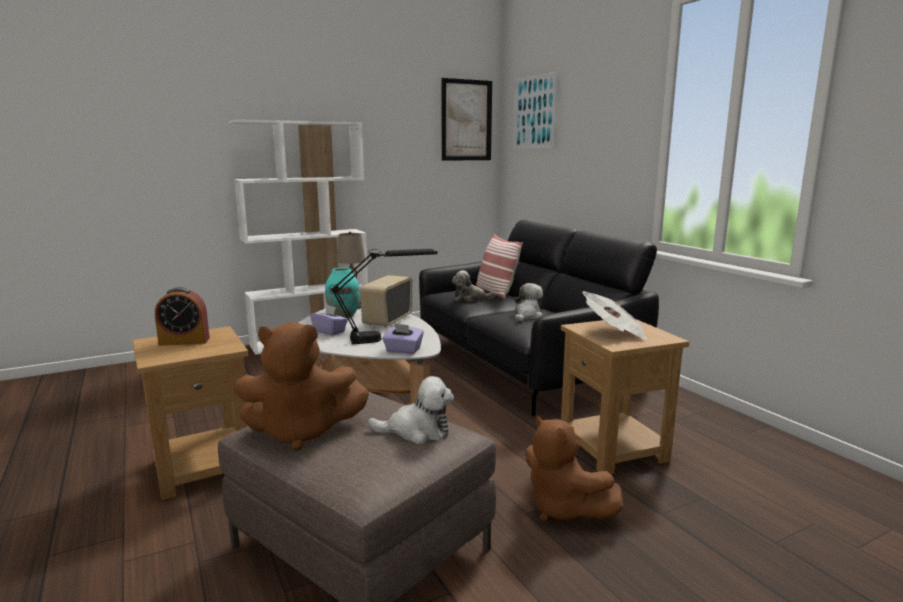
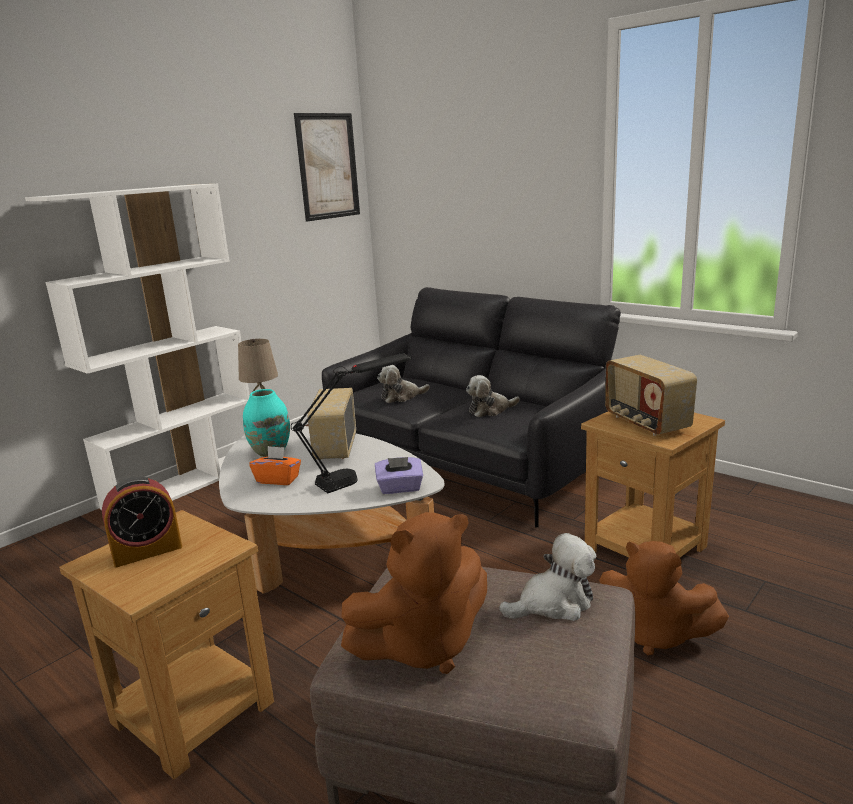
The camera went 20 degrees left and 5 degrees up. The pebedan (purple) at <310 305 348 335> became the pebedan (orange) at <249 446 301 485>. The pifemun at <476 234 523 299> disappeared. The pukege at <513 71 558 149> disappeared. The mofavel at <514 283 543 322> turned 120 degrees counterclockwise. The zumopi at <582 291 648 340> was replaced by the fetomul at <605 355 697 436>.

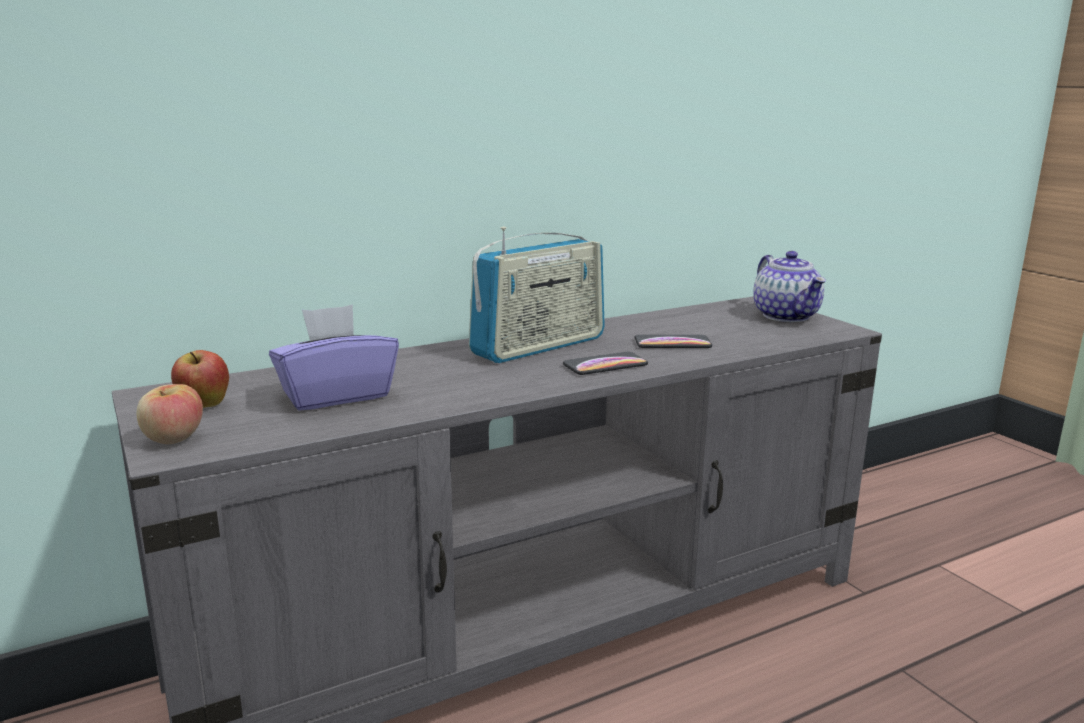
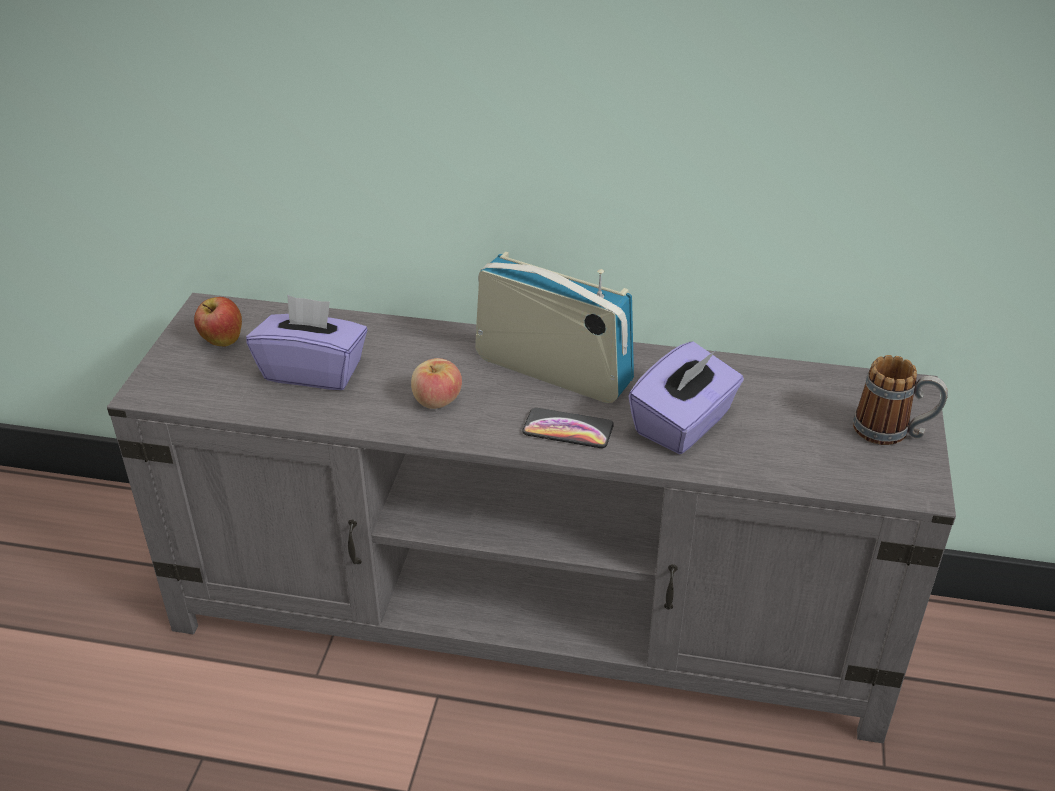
The camera went 40 degrees right and 20 degrees up. The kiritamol moved from <136 384 203 444> to <411 358 462 409>. The fetomul at <469 226 605 363> turned 150 degrees counterclockwise. The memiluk at <635 335 712 348> was replaced by the pebedan (purple) at <628 341 744 454>. The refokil at <753 251 826 322> was replaced by the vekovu at <853 355 948 445>.

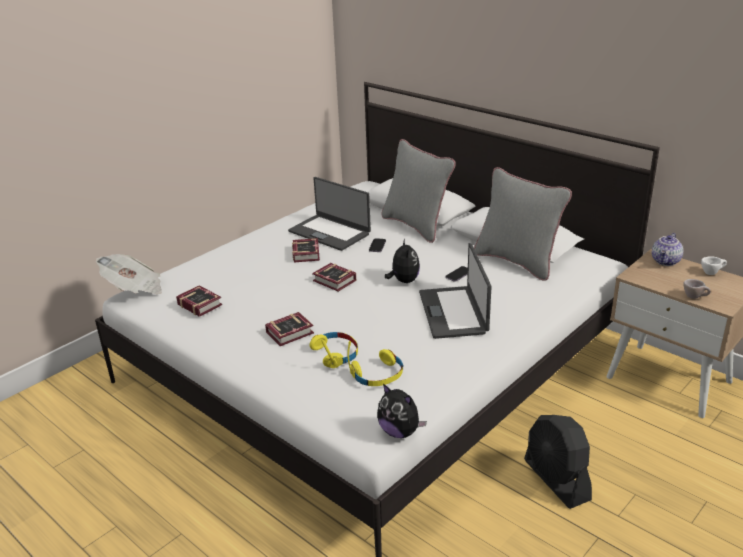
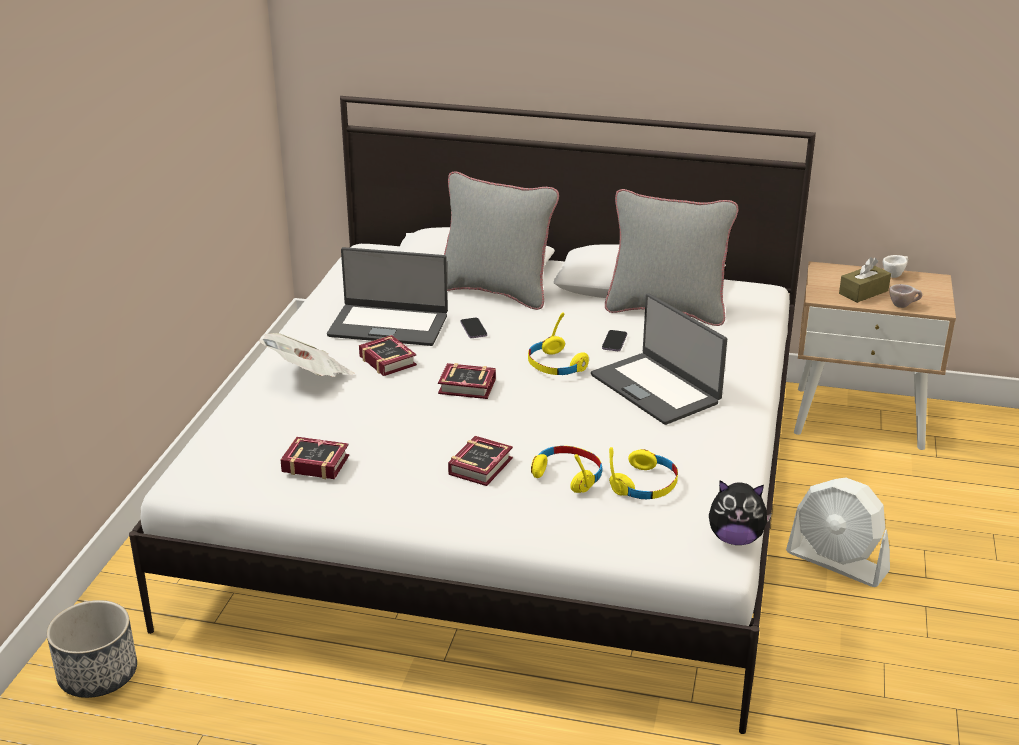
The camera went 30 degrees left and 0 degrees up. The zumopi moved from <96 254 162 294> to <259 333 354 377>. The mofavel at <385 239 420 283> was replaced by the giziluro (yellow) at <528 313 589 375>. The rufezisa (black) at <524 415 592 509> became the rufezisa (white) at <786 478 890 587>. The refokil at <652 233 683 266> disappeared. The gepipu at <47 600 137 698> appeared. The pebedan (brown) at <839 257 891 303> appeared.

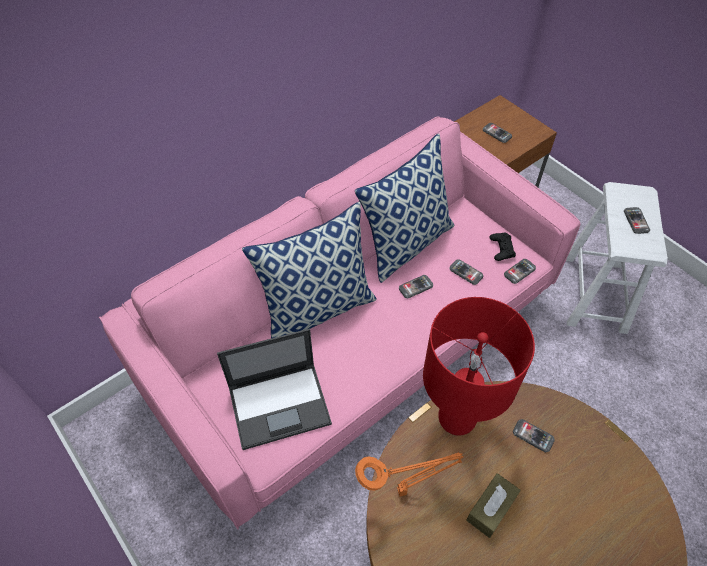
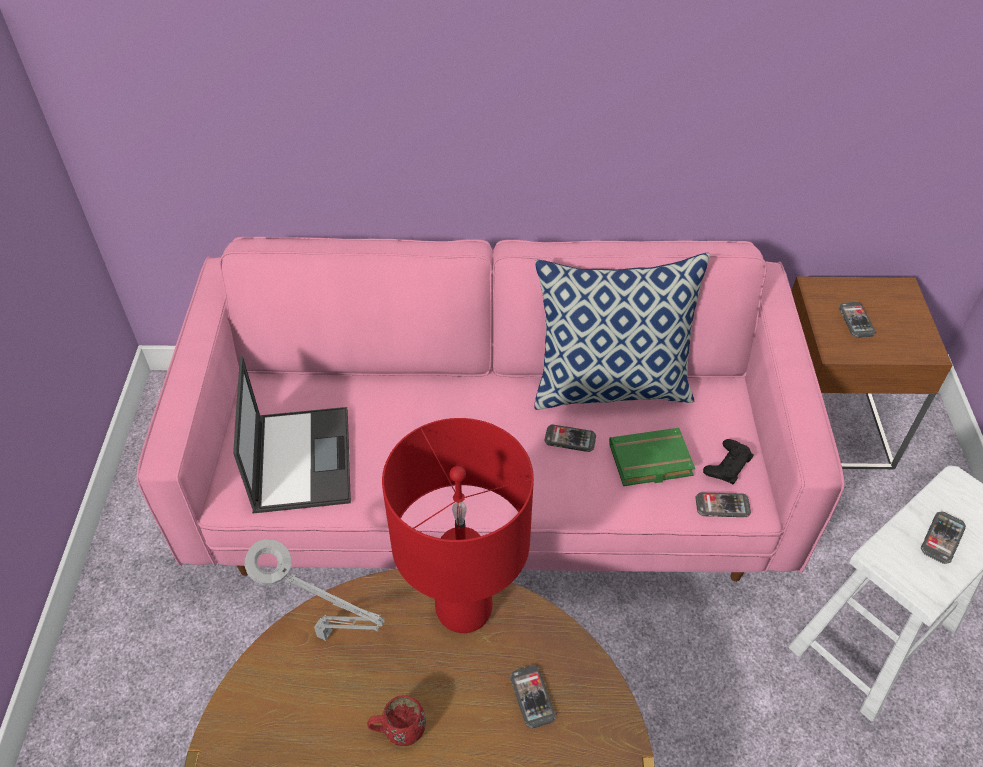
The camera went 40 degrees right and 5 degrees down. The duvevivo at <217 329 332 450> turned 120 degrees counterclockwise. The pifemun at <242 202 377 338> disappeared. The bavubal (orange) at <355 452 463 497> became the bavubal (grey) at <244 539 385 641>. The memiluk at <449 259 483 285> was replaced by the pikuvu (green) at <609 428 695 486>. The pebedan (brown) at <466 473 521 538> was replaced by the vekovu (red) at <367 695 426 746>.

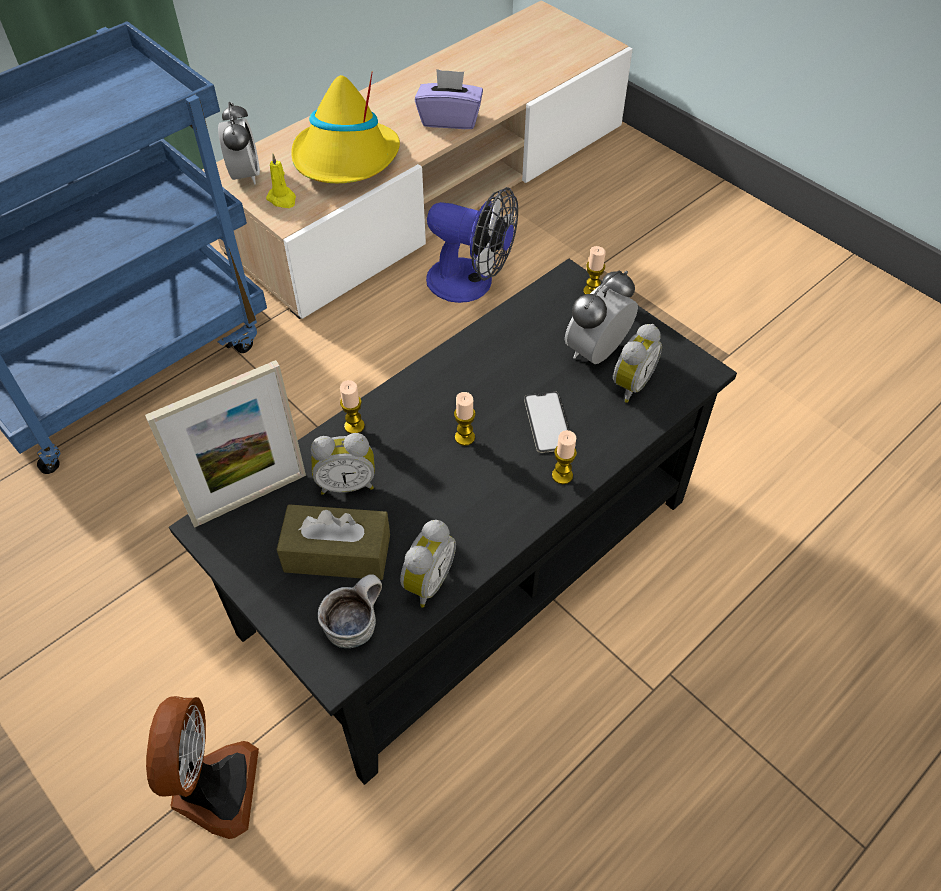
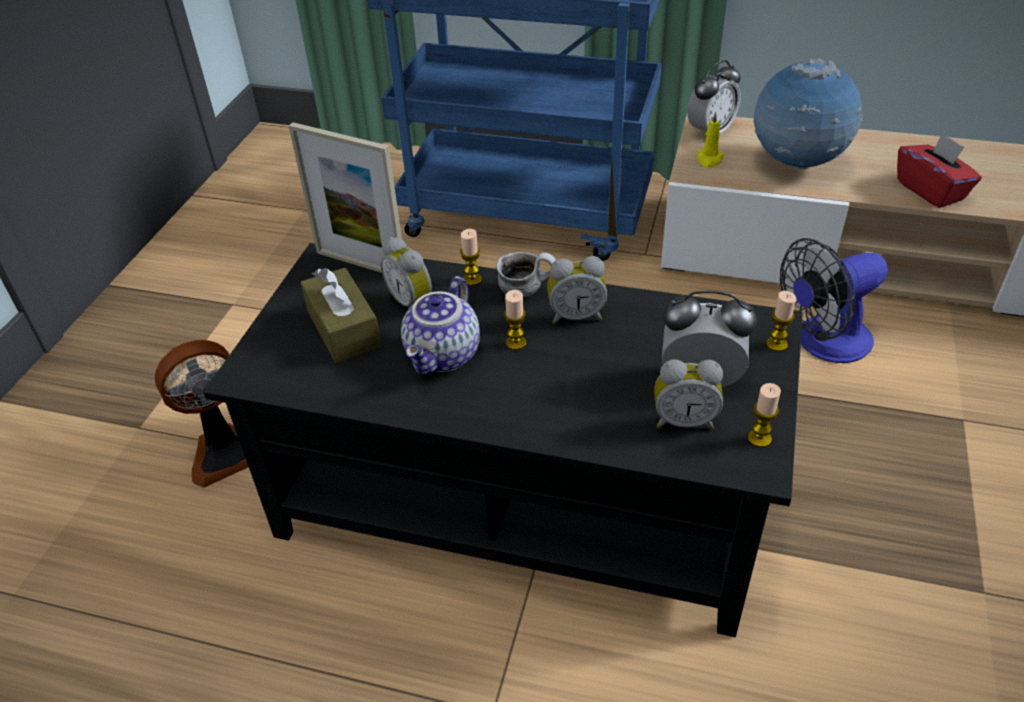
The camera went 60 degrees right and 10 degrees down. The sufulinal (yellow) at <291 71 400 183> was replaced by the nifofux at <754 58 863 169>. The vekovu moved from <318 574 382 648> to <496 252 556 298>. The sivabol moved from <400 520 456 608> to <547 256 608 324>. The pebedan (purple) at <415 69 483 129> became the pebedan (red) at <897 133 982 208>. The rufezisa at <426 187 518 303> turned 75 degrees clockwise. The memiluk at <524 391 569 453> disappeared. The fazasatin moved from <552 430 577 484> to <748 383 781 447>. The refokil at <401 276 480 374> appeared.

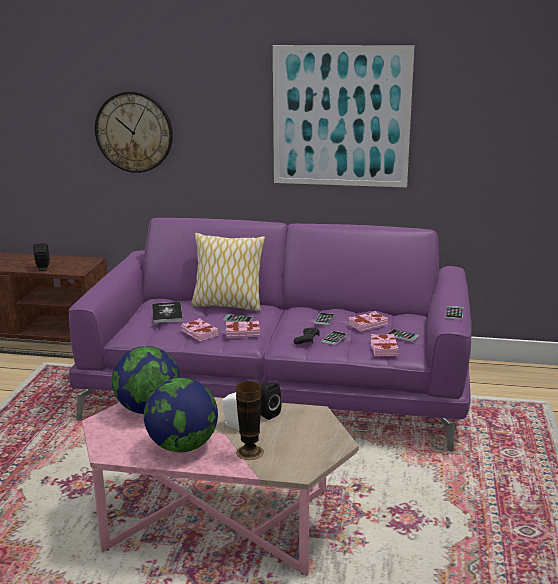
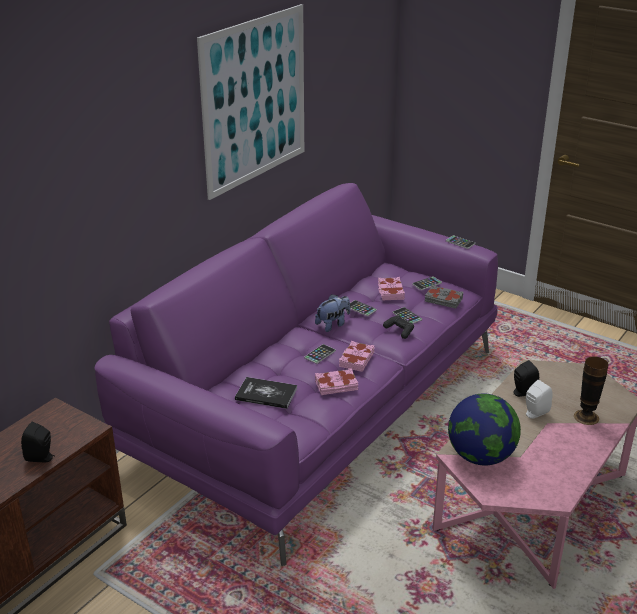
The camera went 65 degrees left and 10 degrees up. The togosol at <95 91 173 173> disappeared. The nifofux at <144 378 218 452> disappeared. The pifemun at <191 233 265 312> disappeared. The pikuvu (pink) at <371 334 399 356> became the pikuvu (grey) at <425 285 463 309>. The mofavel at <315 294 350 332> appeared.

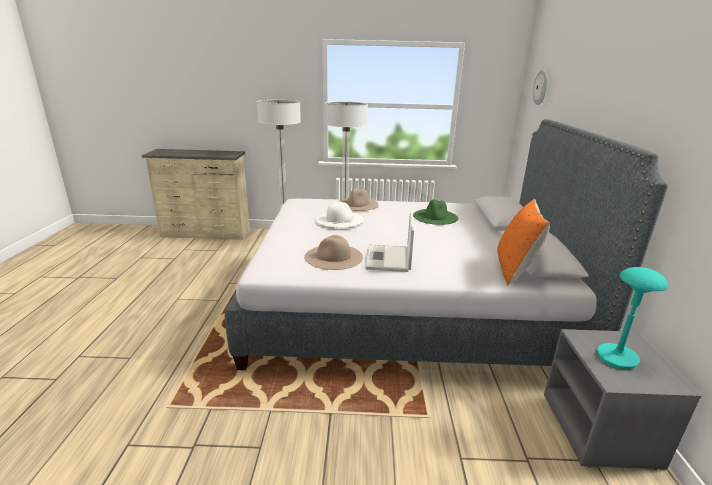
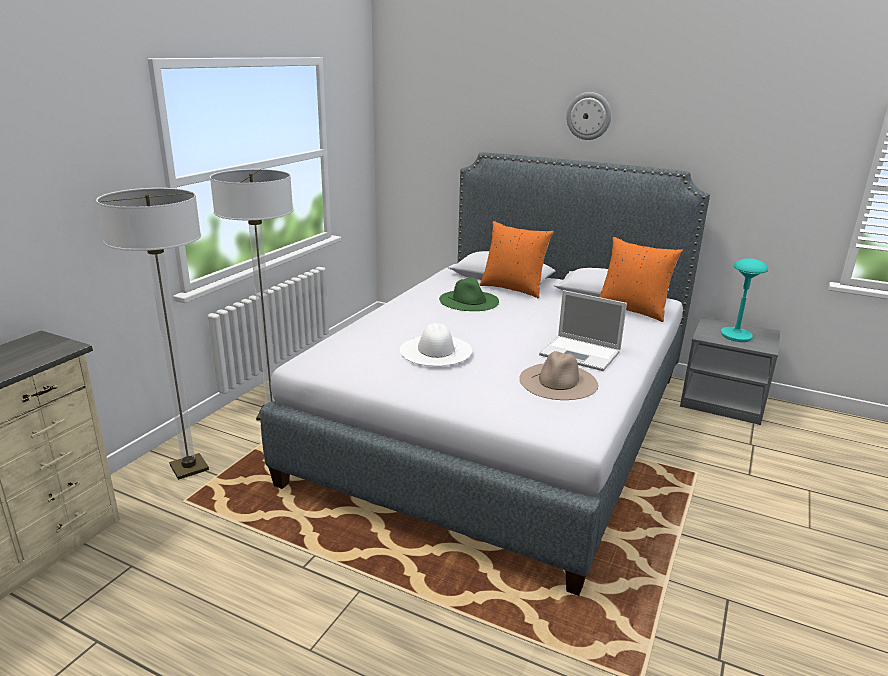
The camera went 65 degrees left and 0 degrees up. The sufulinal (beige) at <339 188 379 211> disappeared. The togosol moved from <533 70 547 105> to <566 92 611 140>. The pifemun (orange) at <479 221 554 298> appeared.

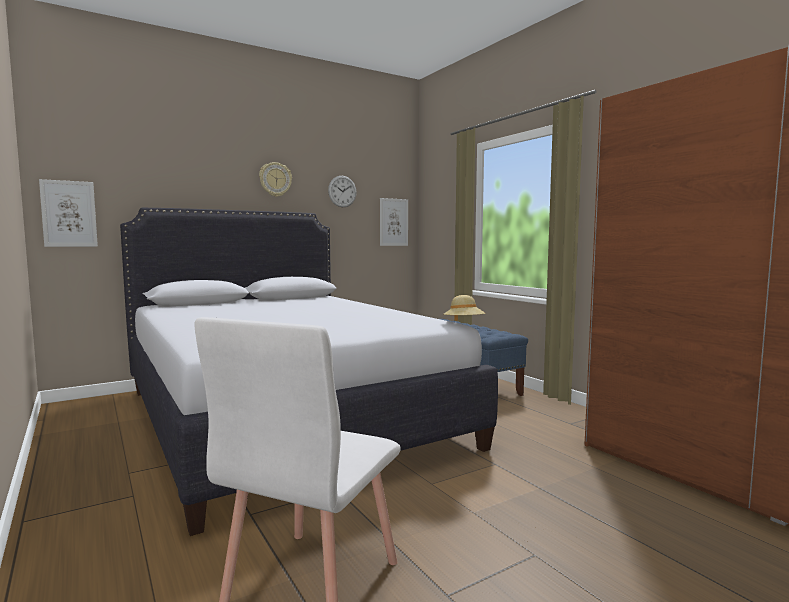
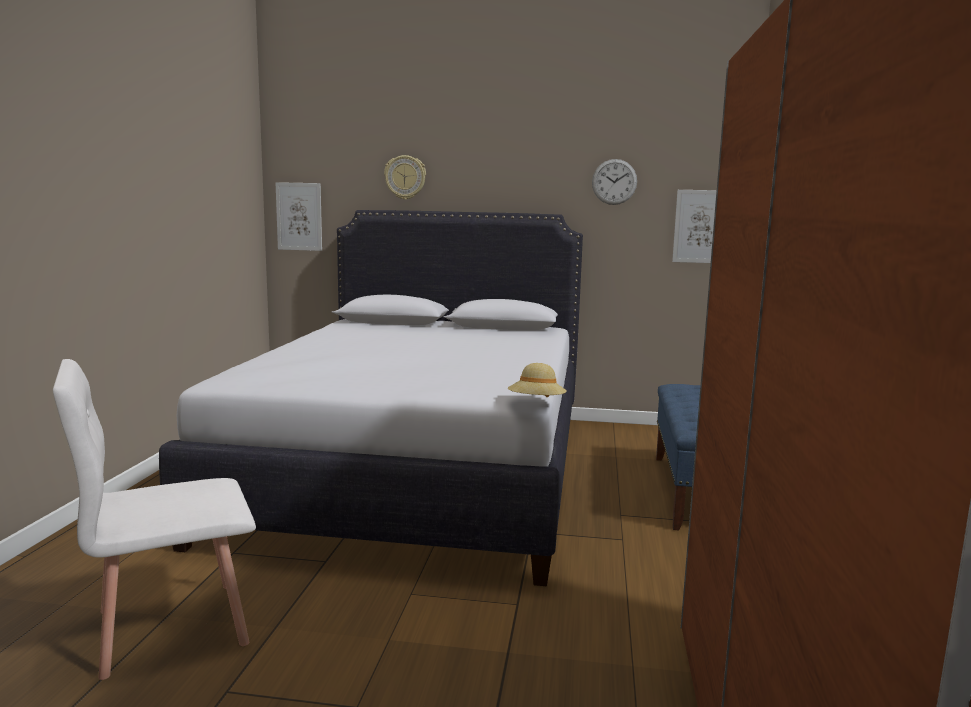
The camera went 40 degrees right and 5 degrees up. The togosol moved from <259 162 292 197> to <384 155 426 200>.

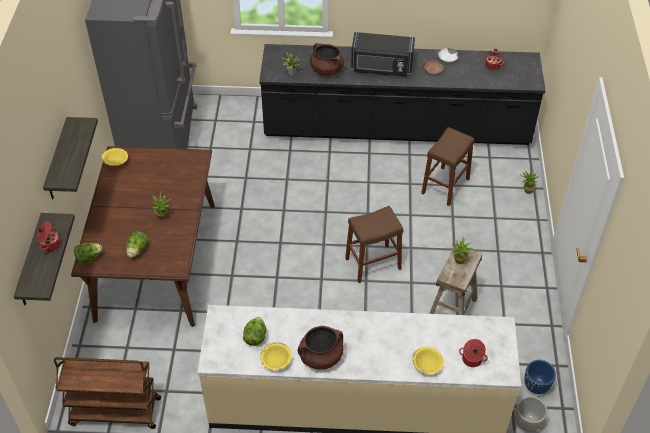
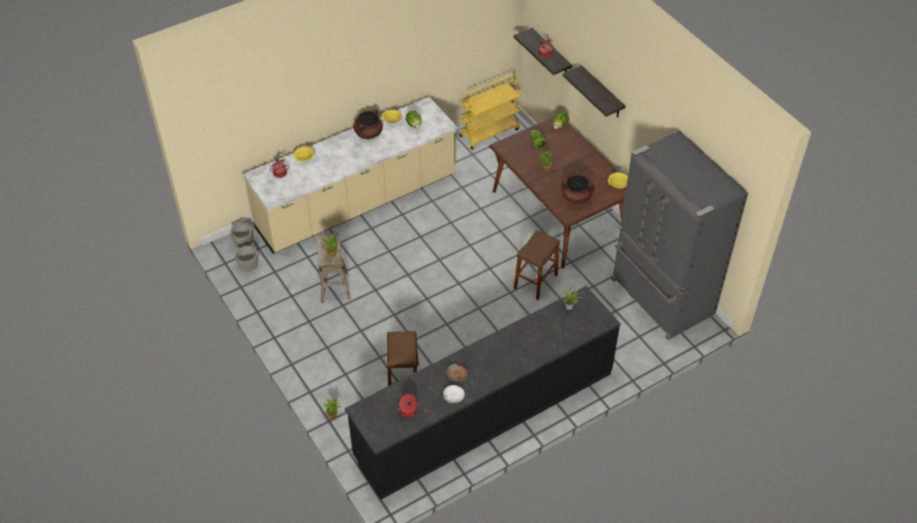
The camera went 145 degrees right and 0 degrees up. The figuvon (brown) at <54 357 161 429> became the figuvon (yellow) at <459 74 521 150>. The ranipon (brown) moved from <310 43 344 76> to <561 175 595 204>. The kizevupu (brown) moved from <345 206 403 283> to <514 230 560 300>. The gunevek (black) at <351 32 415 77> disappeared. The gepipu (blue) at <524 360 556 394> became the gepipu (grey) at <235 246 258 272>.

